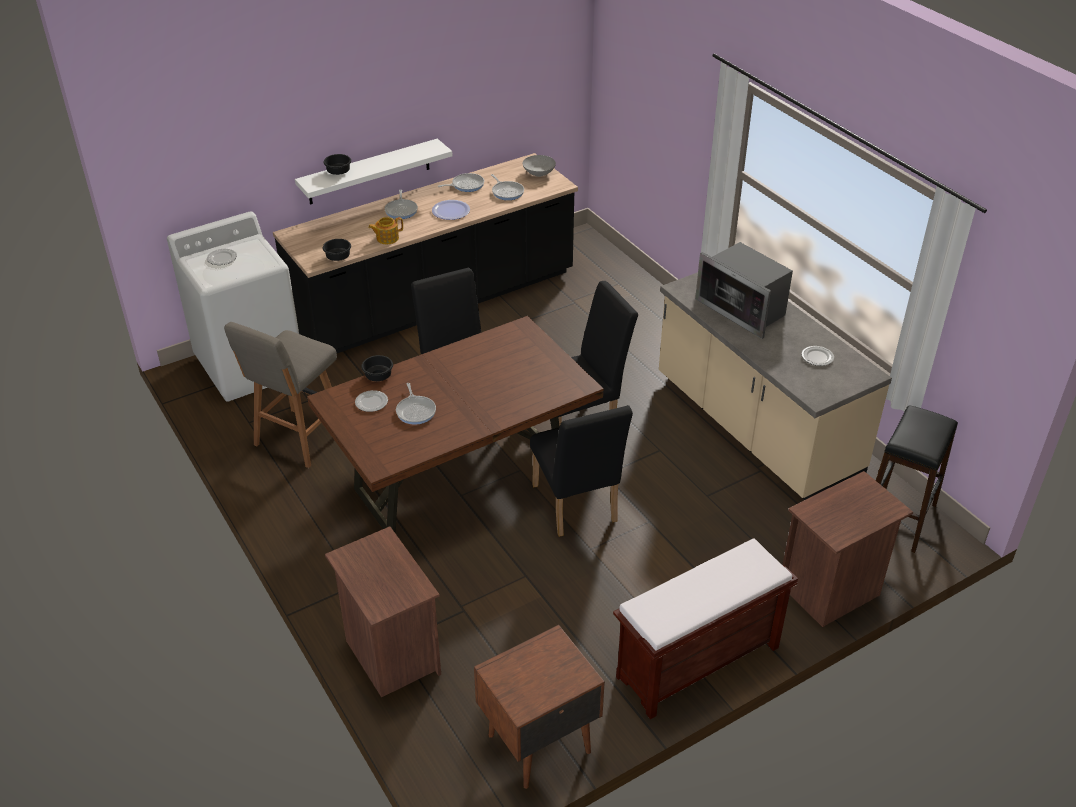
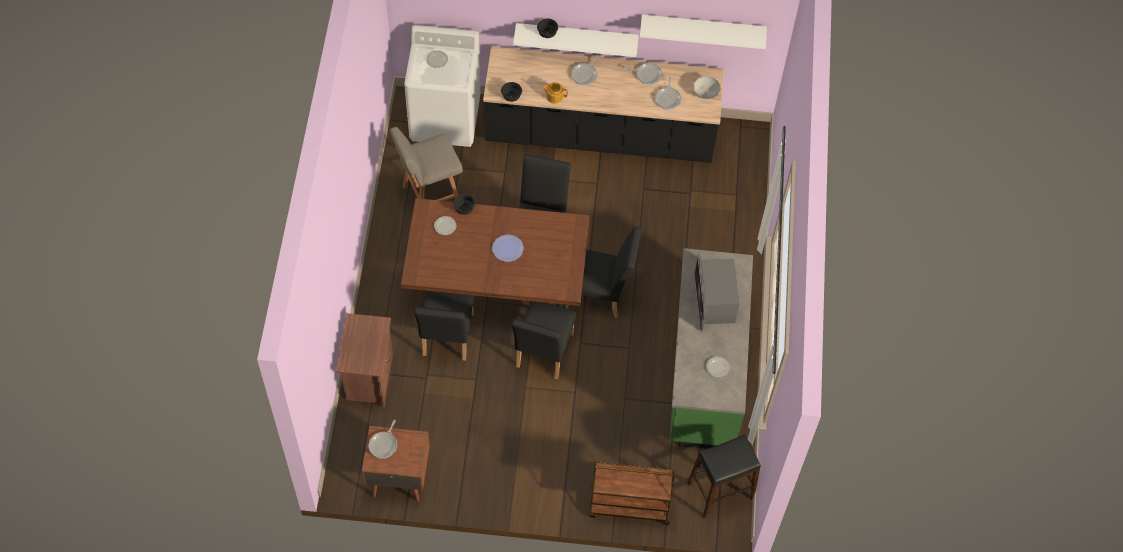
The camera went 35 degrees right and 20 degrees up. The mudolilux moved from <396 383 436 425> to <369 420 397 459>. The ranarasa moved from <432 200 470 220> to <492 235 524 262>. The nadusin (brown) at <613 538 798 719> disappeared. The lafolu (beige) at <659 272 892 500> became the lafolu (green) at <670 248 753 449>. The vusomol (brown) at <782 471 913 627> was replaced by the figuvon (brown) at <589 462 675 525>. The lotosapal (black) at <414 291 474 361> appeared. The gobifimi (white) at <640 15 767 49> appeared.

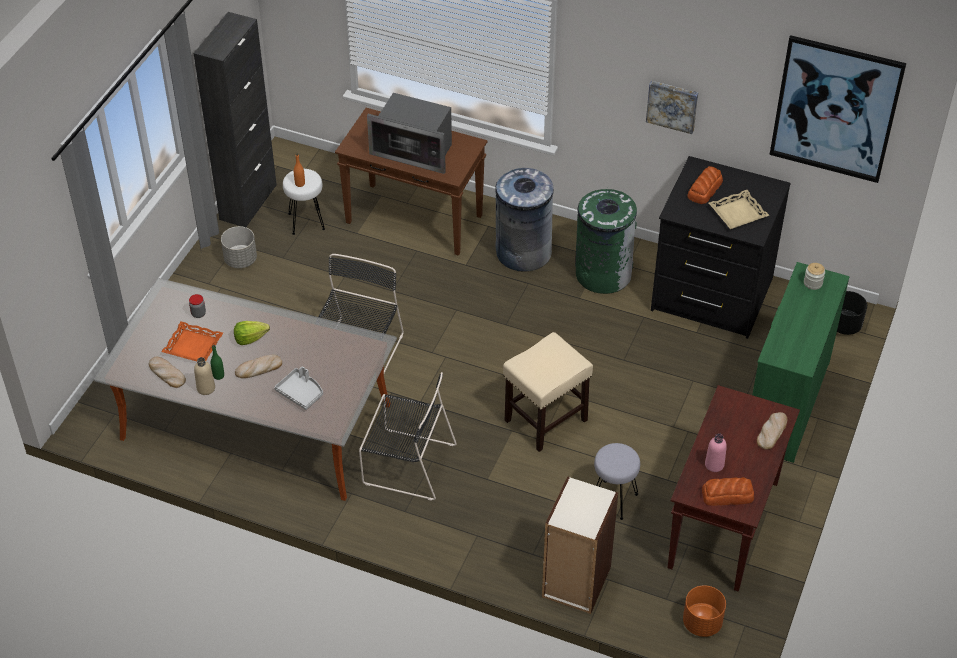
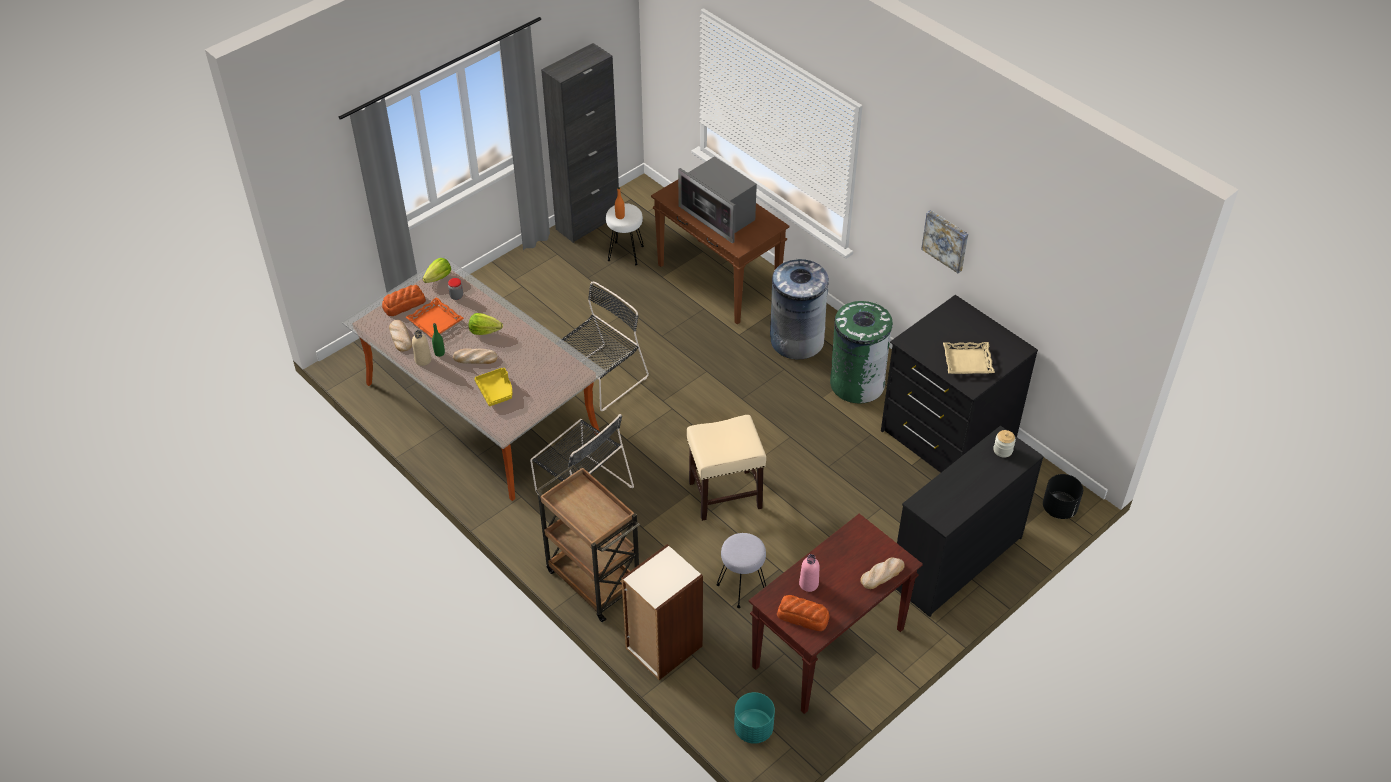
The camera went 25 degrees right and 0 degrees up. The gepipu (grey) at <221 226 257 268> disappeared. The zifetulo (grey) at <274 367 323 410> became the zifetulo (yellow) at <474 368 512 406>. The gepipu (orange) at <683 585 726 637> became the gepipu (turquoise) at <734 692 775 744>. The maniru moved from <687 166 723 204> to <382 285 426 316>. The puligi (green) at <752 262 850 463> became the puligi (black) at <896 425 1044 617>. The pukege at <770 35 906 183> disappeared. The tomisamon at <423 258 451 283> appeared. The figuvon (brown) at <536 465 640 622> appeared.

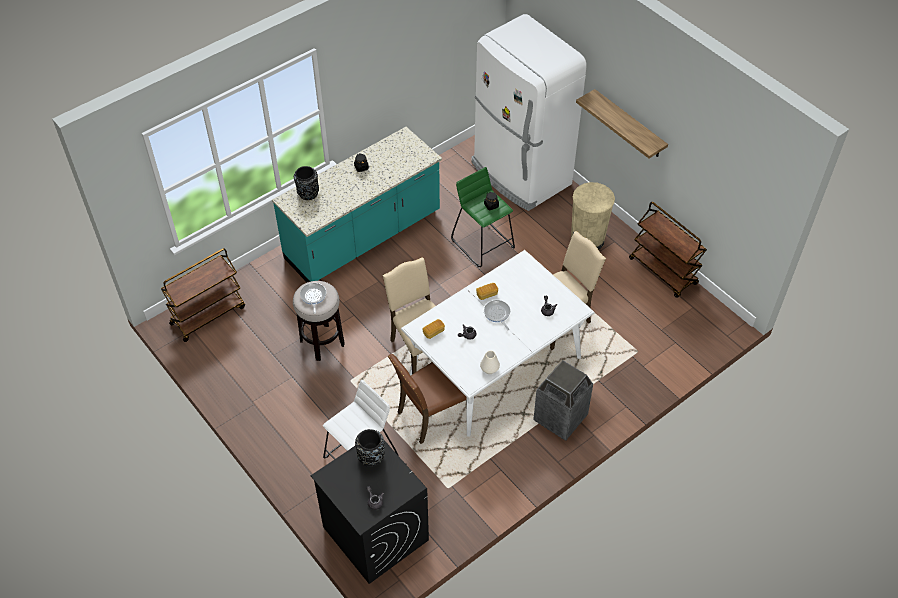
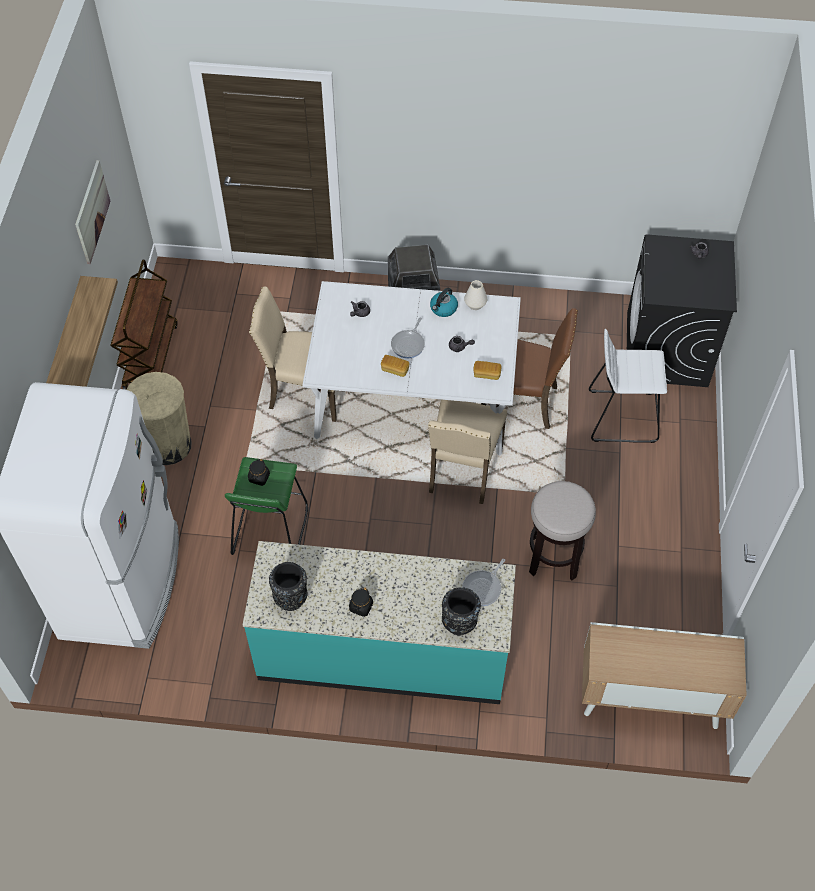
The camera went 135 degrees left and 5 degrees up. The figuvon (brown) at <161 248 245 342> was replaced by the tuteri at <582 622 747 729>. The mudolilux moved from <300 283 326 314> to <462 559 505 606>. The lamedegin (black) moved from <355 429 385 467> to <269 562 308 611>. The pukege at <75 160 110 264> appeared. The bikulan at <430 288 458 317> appeared.

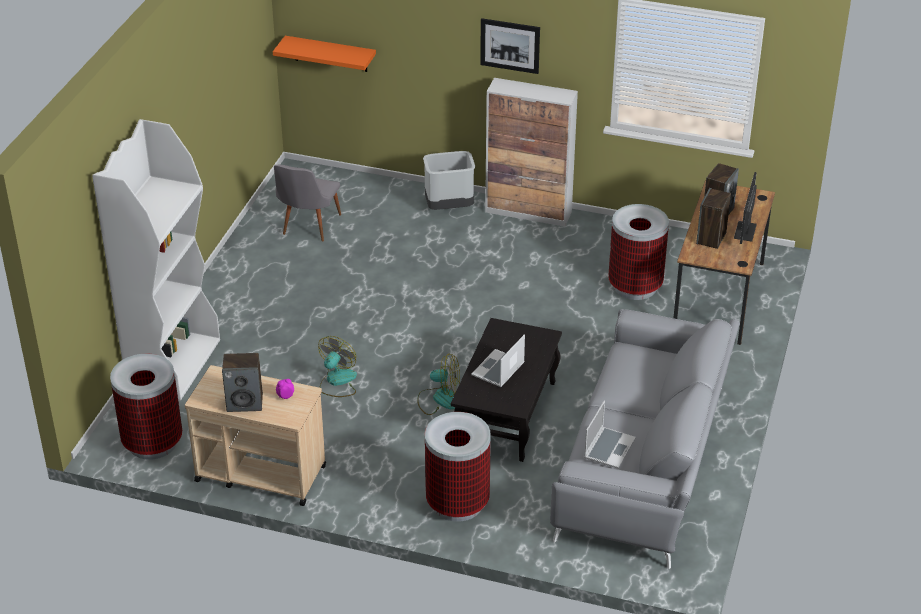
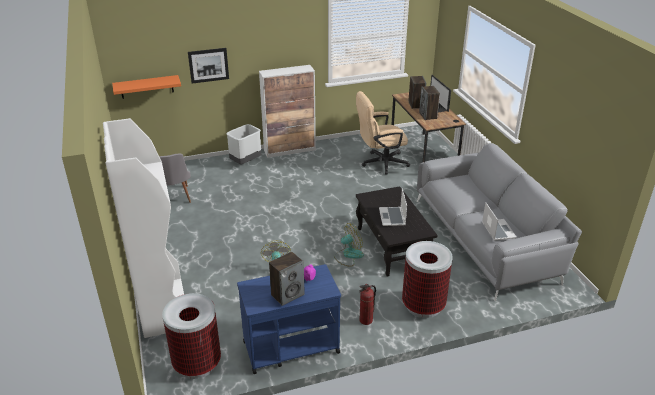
The camera went 35 degrees left and 5 degrees down. The figuvon (beige) at <185 365 326 506> became the figuvon (blue) at <237 264 341 374>. The pukege moved from <480 18 540 74> to <188 48 229 84>. The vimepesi at <608 204 669 300> was replaced by the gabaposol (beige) at <356 91 410 175>. The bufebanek at <359 284 376 325> appeared.

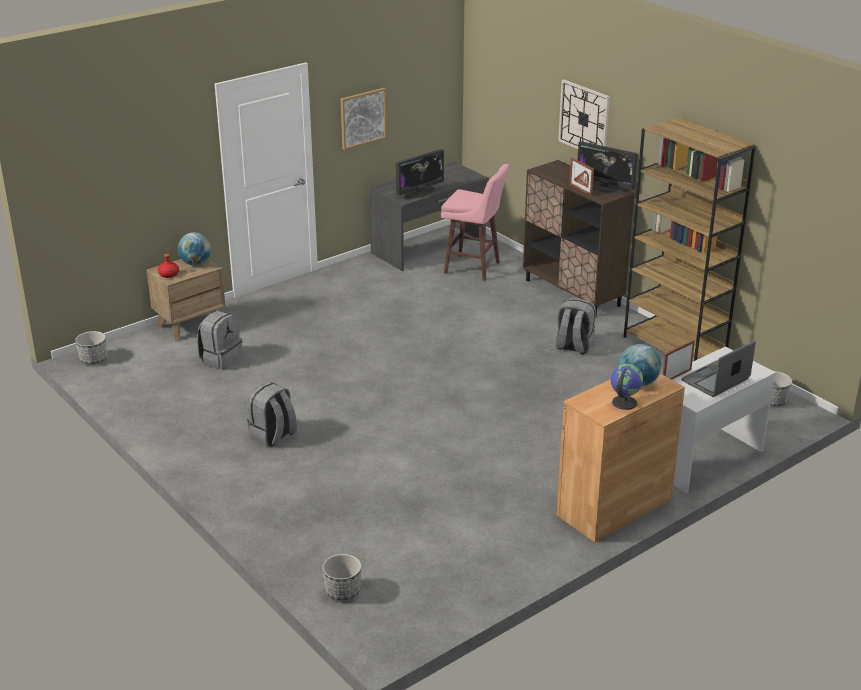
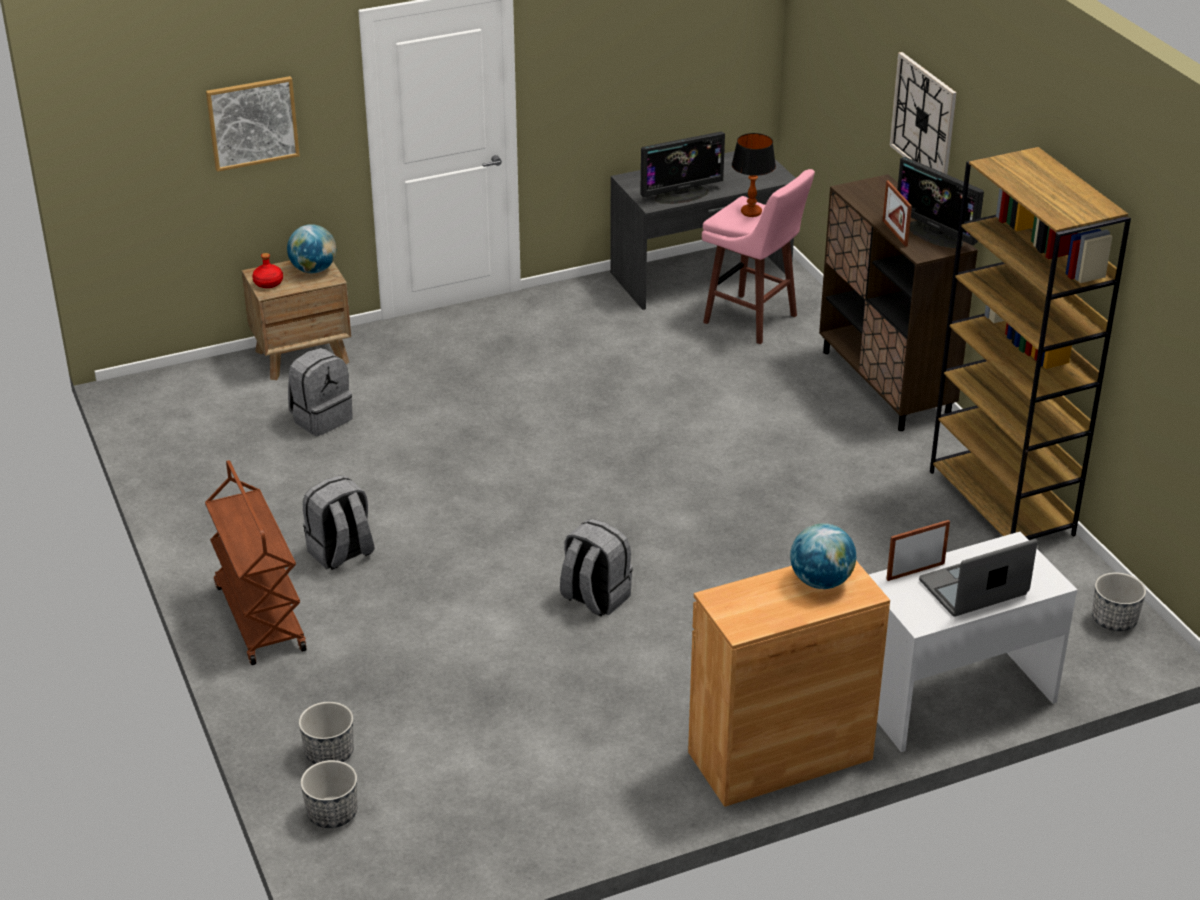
The camera went 15 degrees right and 5 degrees up. The gepipu moved from <75 331 107 364> to <299 702 354 764>. The pukege moved from <341 88 387 150> to <206 76 300 172>. The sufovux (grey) moved from <556 298 596 355> to <560 519 633 617>. The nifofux at <611 364 643 410> disappeared. The figuvon (brown) at <205 460 306 665> appeared. The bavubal at <732 133 776 217> appeared.

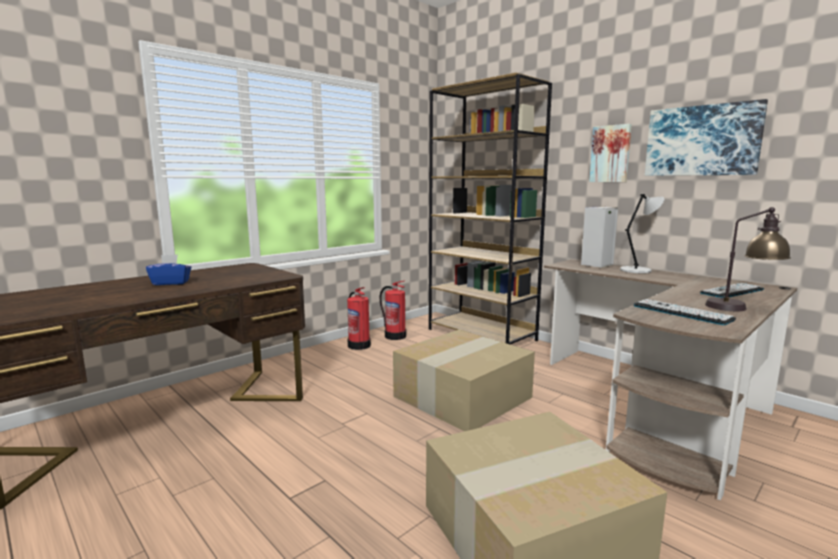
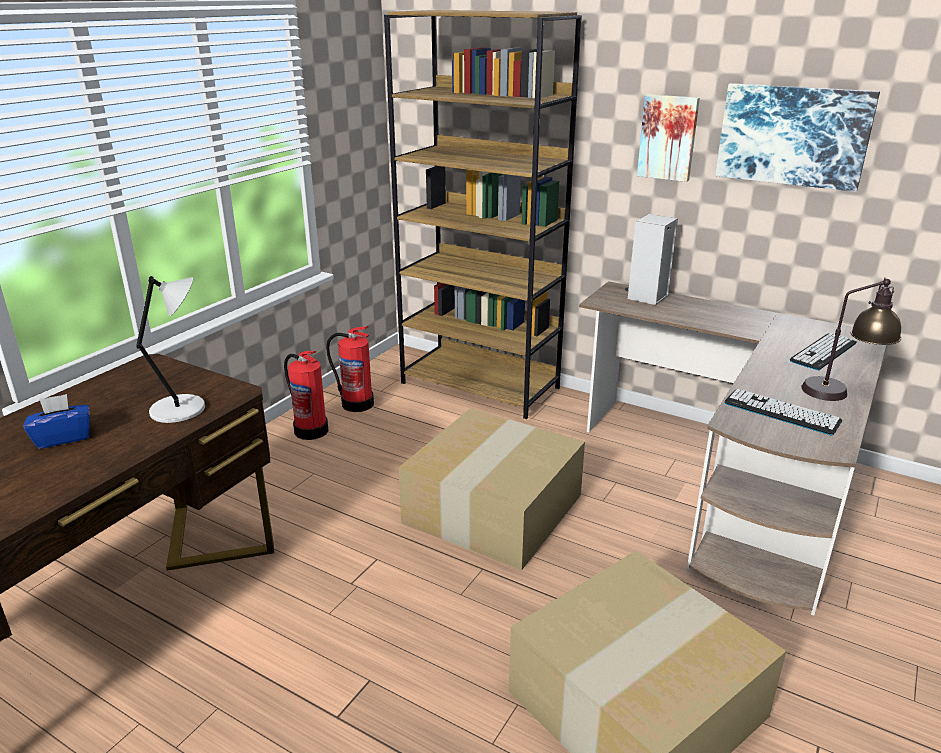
The camera went 15 degrees left and 15 degrees up. The bavubal (grey) moved from <620 194 665 274> to <136 276 205 423>.

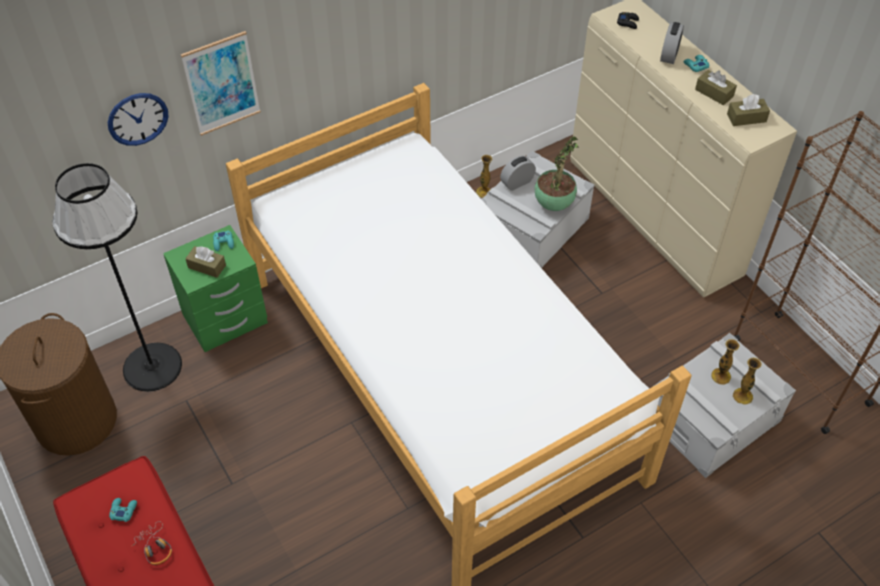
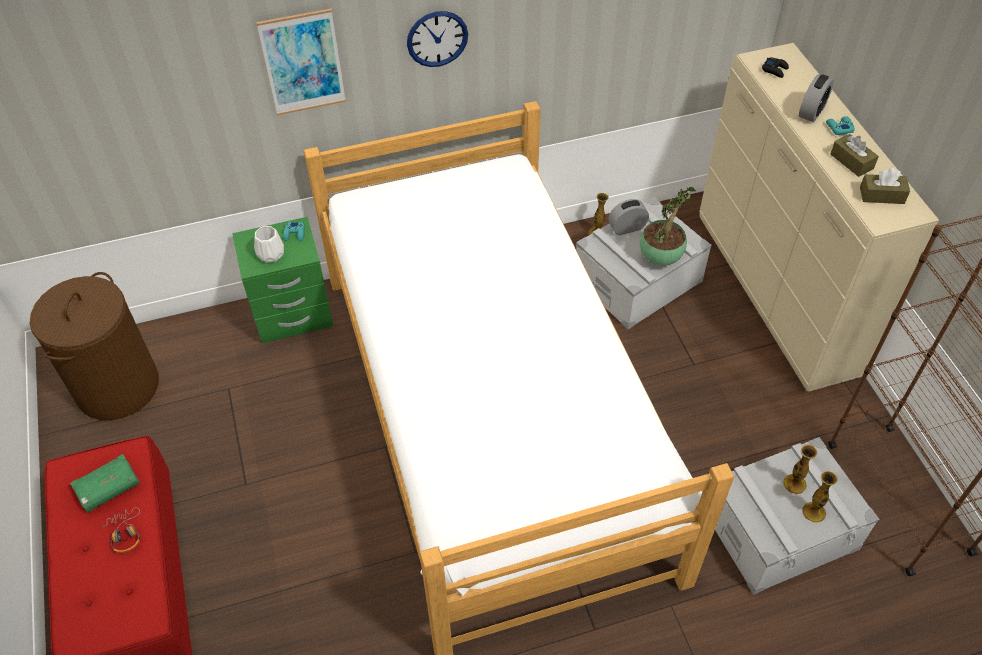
The camera went 15 degrees right and 0 degrees up. The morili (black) at <53 163 182 392> disappeared. The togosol moved from <108 93 168 146> to <407 11 468 67>. The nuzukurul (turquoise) at <109 498 137 522> was replaced by the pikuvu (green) at <70 454 139 513>. The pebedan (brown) at <185 246 226 278> was replaced by the lamedegin (white) at <254 226 284 263>.

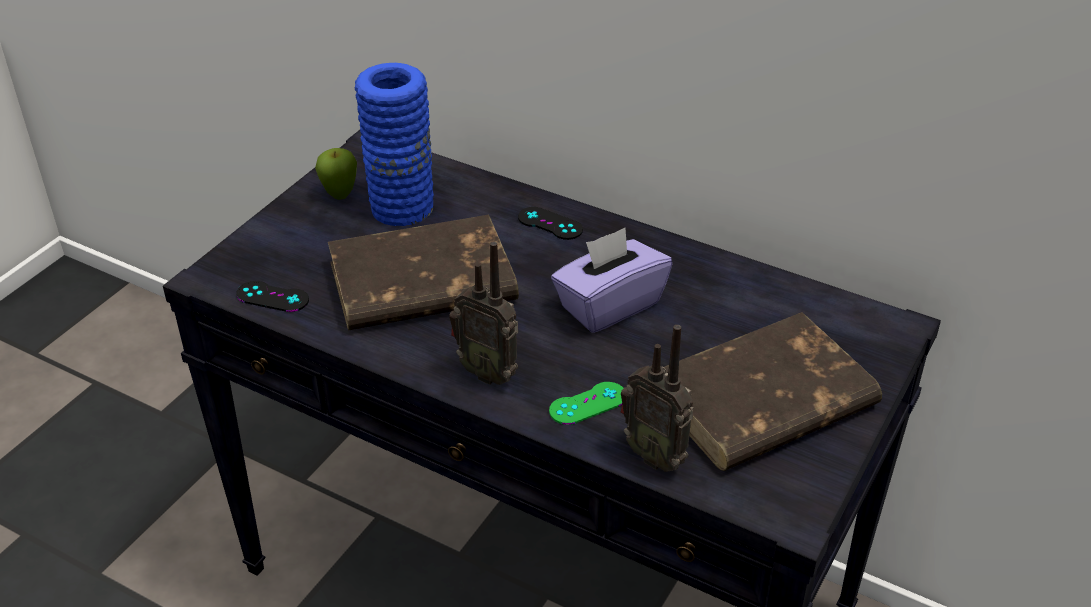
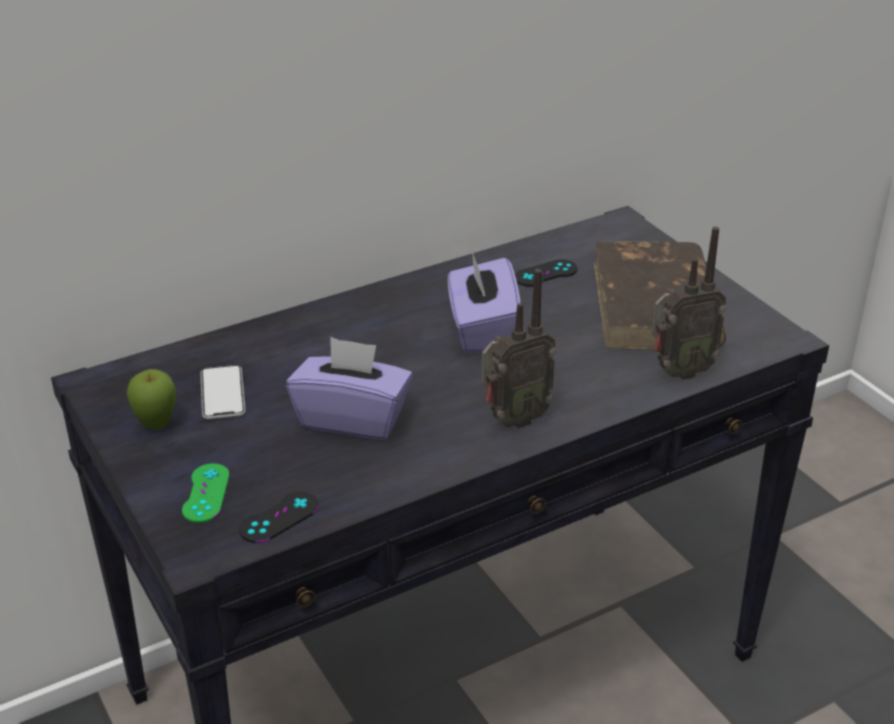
The camera went 60 degrees left and 5 degrees down. The pikuvu (brown) at <328 215 519 330> was replaced by the pebedan (purple) at <286 337 413 440>. The lamedegin (blue) at <355 63 434 226> was replaced by the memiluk at <200 365 246 419>. The nuzukurul (black) moved from <518 207 583 240> to <515 259 578 287>. The nuzukurul (green) moved from <549 382 623 425> to <182 463 230 523>.

